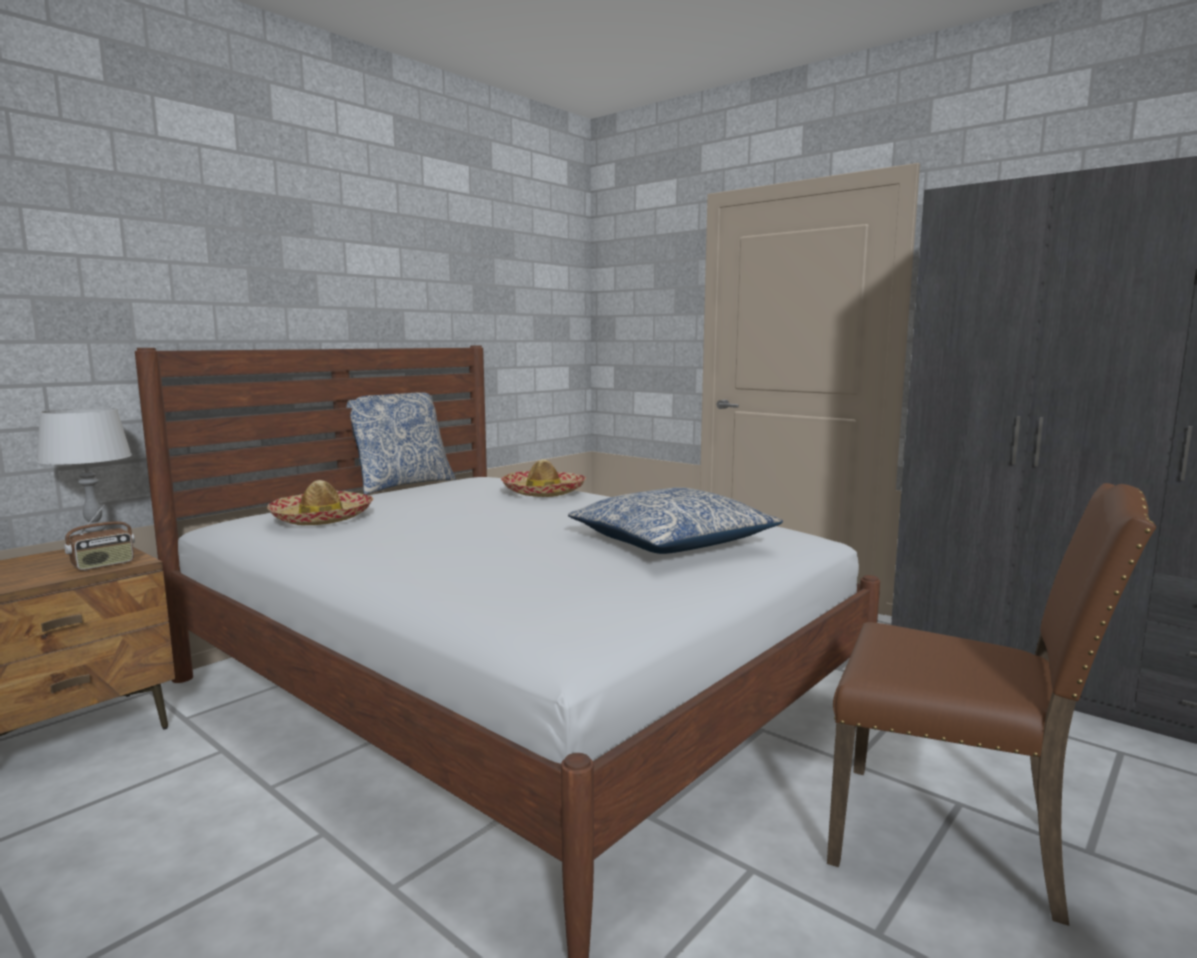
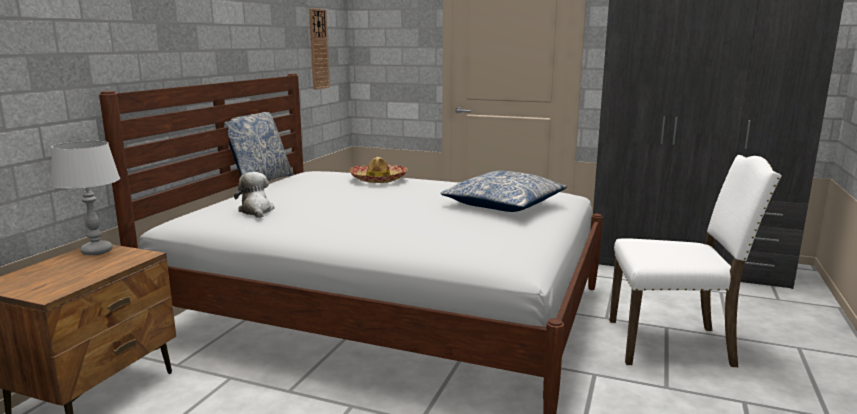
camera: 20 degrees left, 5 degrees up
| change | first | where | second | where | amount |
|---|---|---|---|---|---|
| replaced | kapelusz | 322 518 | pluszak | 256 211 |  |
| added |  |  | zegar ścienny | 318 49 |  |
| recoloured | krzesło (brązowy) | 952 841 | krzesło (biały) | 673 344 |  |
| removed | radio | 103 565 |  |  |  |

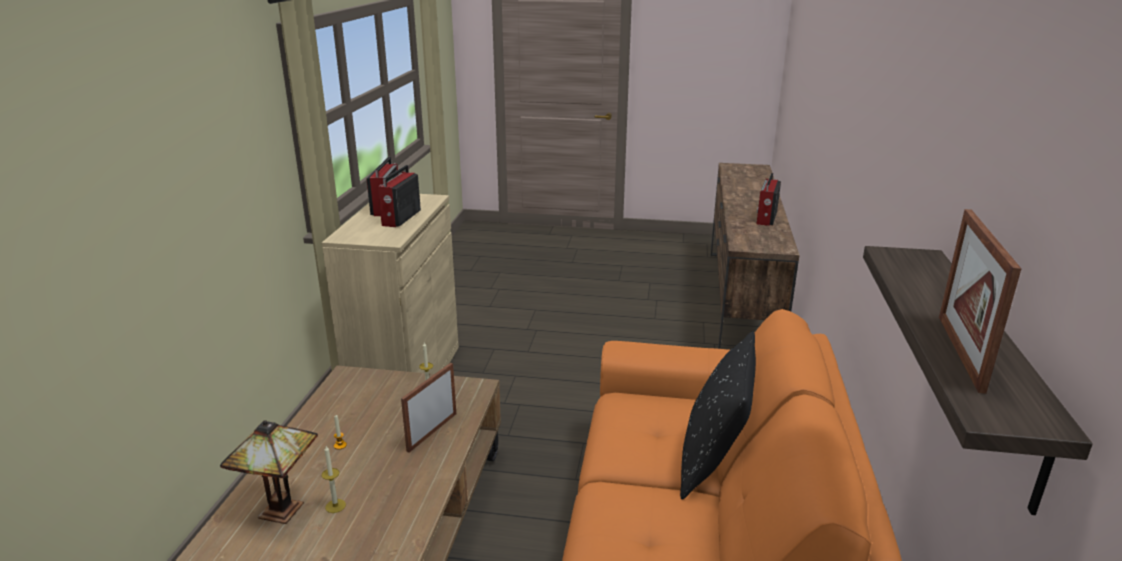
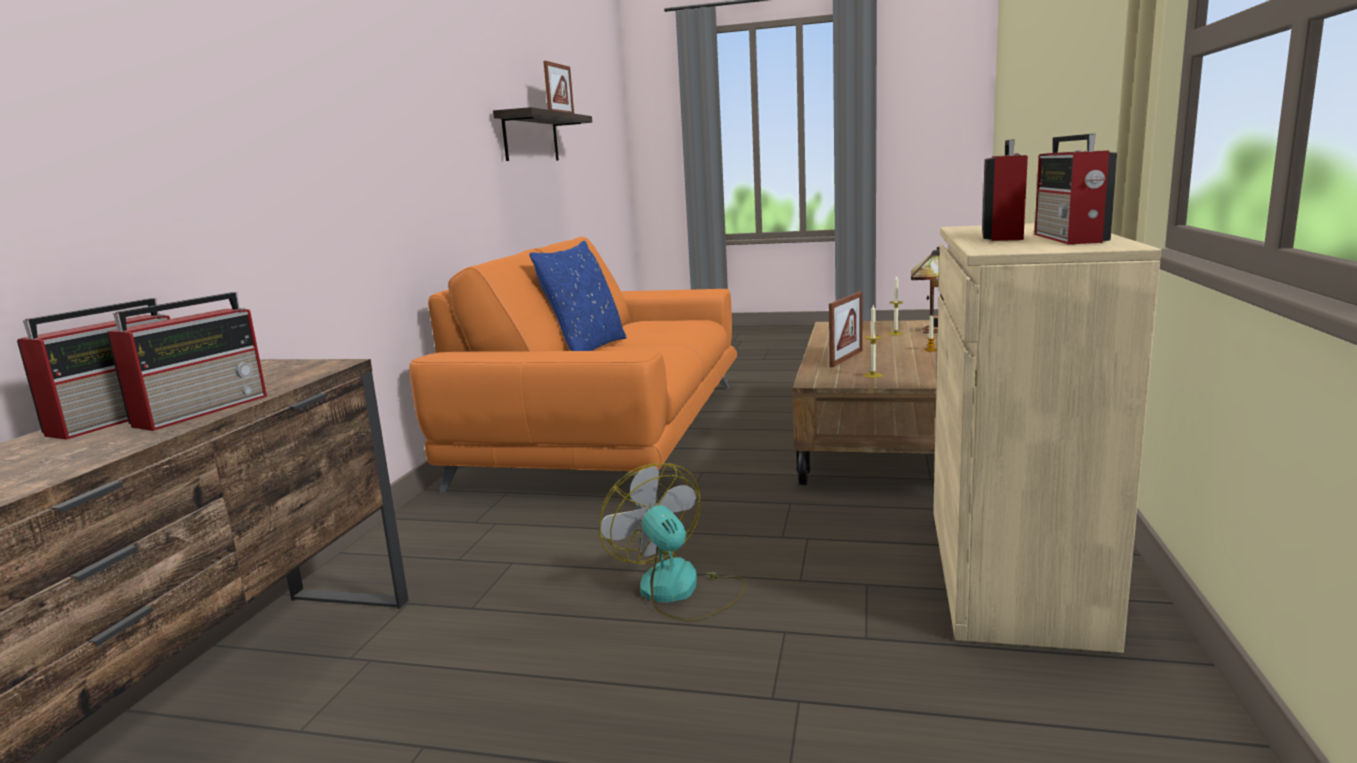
camera: 175 degrees left, 10 degrees down
| change | first | where | second | where | amount |
|---|---|---|---|---|---|
| added |  |  | radio | 204 410 |  |
| recoloured | poduszka (czarny) | 713 462 | poduszka (niebieski) | 585 349 |  |
| added |  |  | wentylator | 679 591 |  |

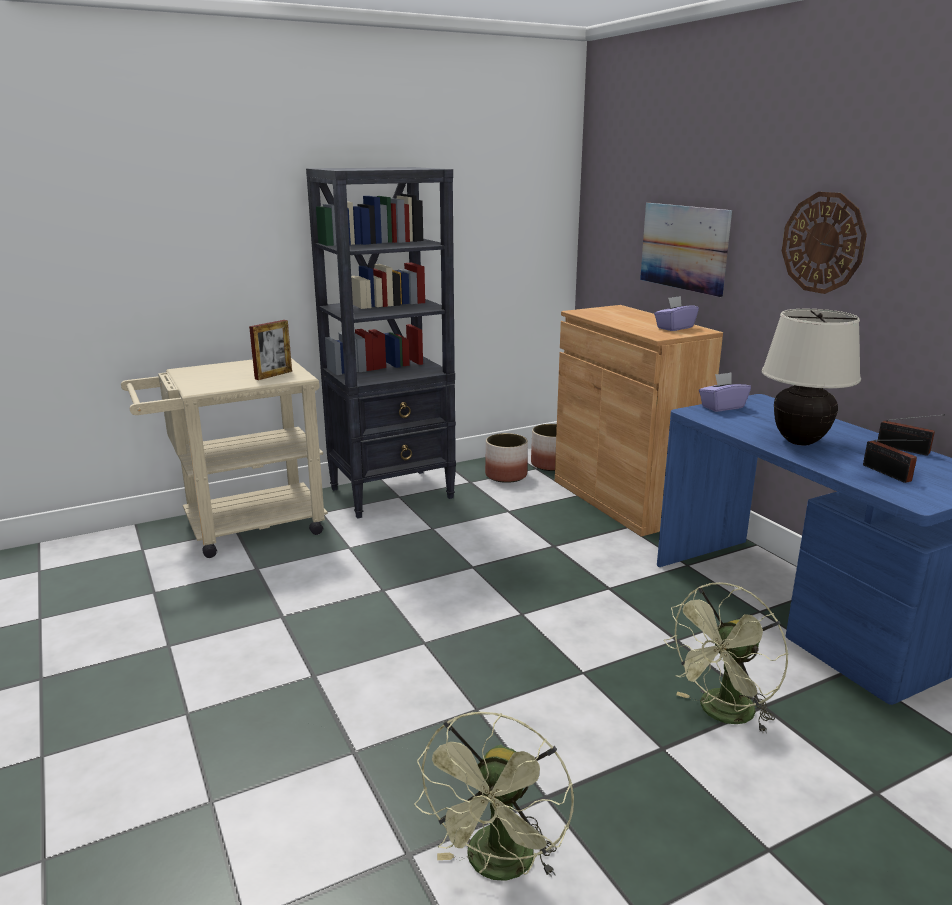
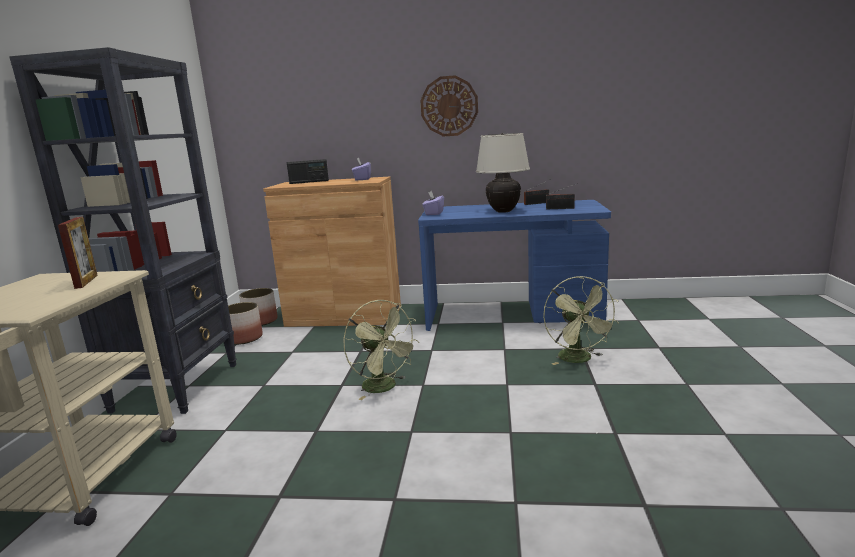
camera: 55 degrees left, 5 degrees down
| change | first | where | second | where | amount |
|---|---|---|---|---|---|
| added |  |  | radio | 309 182 |  |
| moved | wentylator (zielony) | 498 867 |  | 384 388 |  |
| removed | obraz | 683 247 |  |  |  |

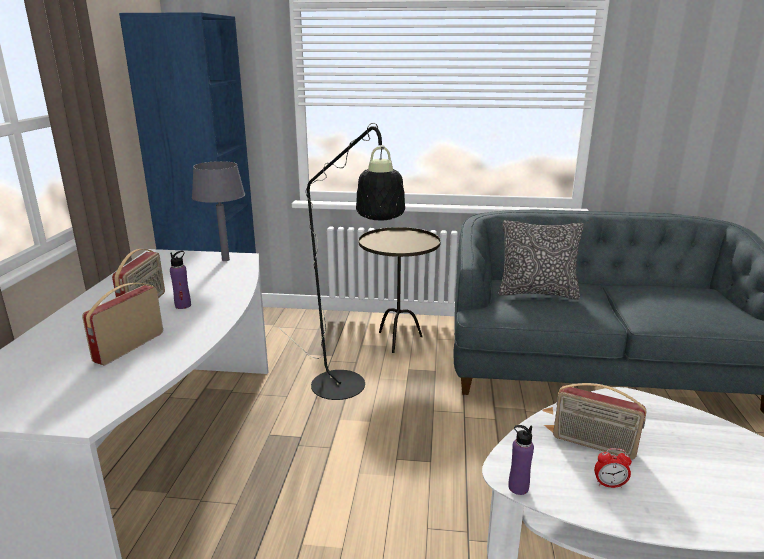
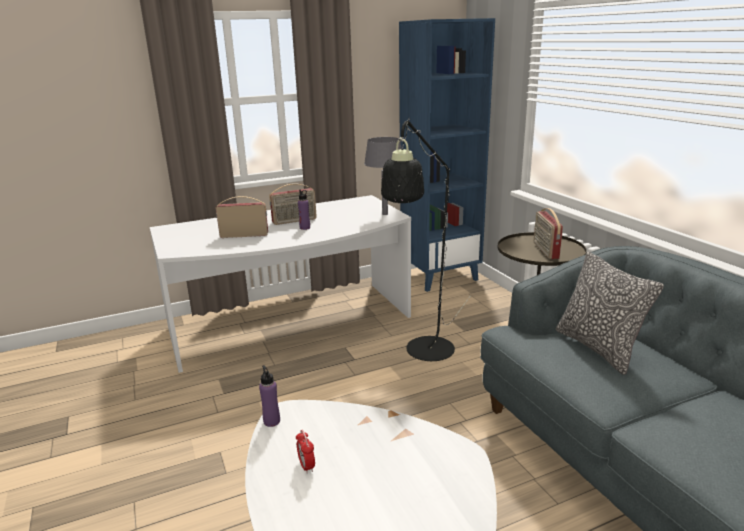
camera: 60 degrees right, 0 degrees up
| change | first | where | second | where | amount |
|---|---|---|---|---|---|
| moved | radio | 593 445 |  | 545 250 |  |

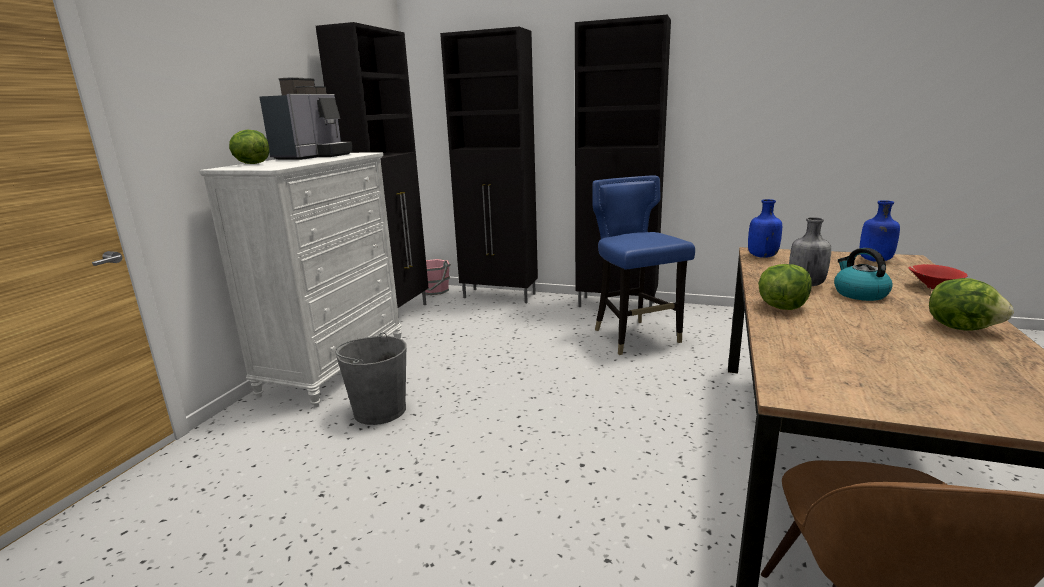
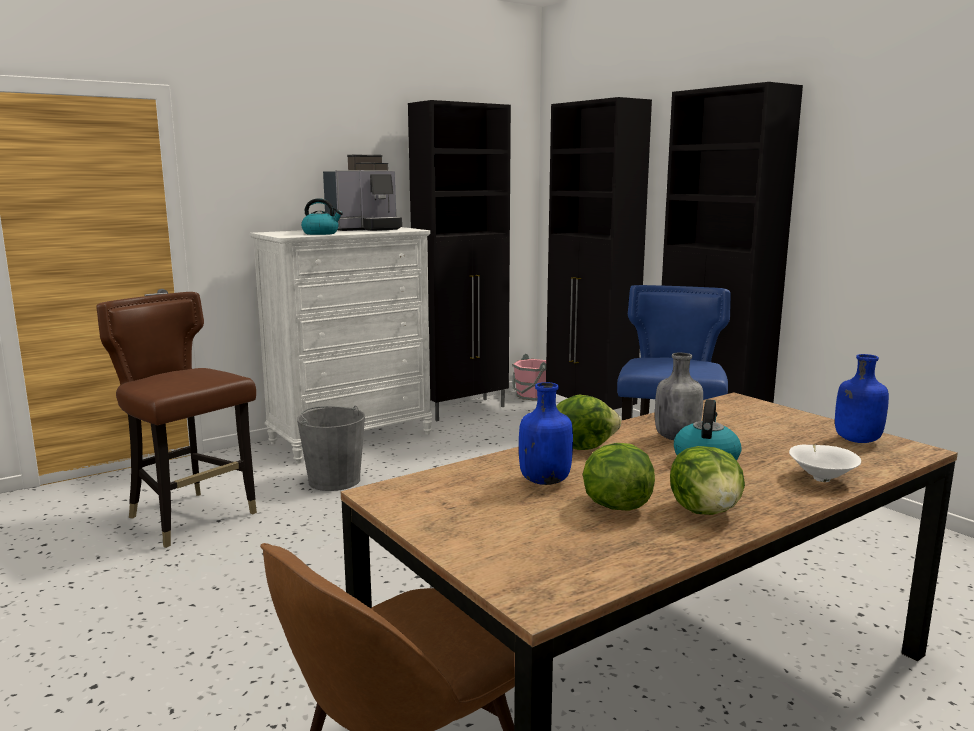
camera: 35 degrees right, 5 degrees down
| change | first | where | second | where | amount |
|---|---|---|---|---|---|
| added |  |  | krzesło (brązowy) | 191 518 |  |
| added |  |  | czajnik | 321 233 |  |
| moved | butelka (niebieski) | 761 256 |  | 545 480 |  |
| moved | sałata | 251 164 |  | 615 506 |  |
| recoloured | miska (czerwony) | 932 287 | miska (biały) | 821 478 |  |

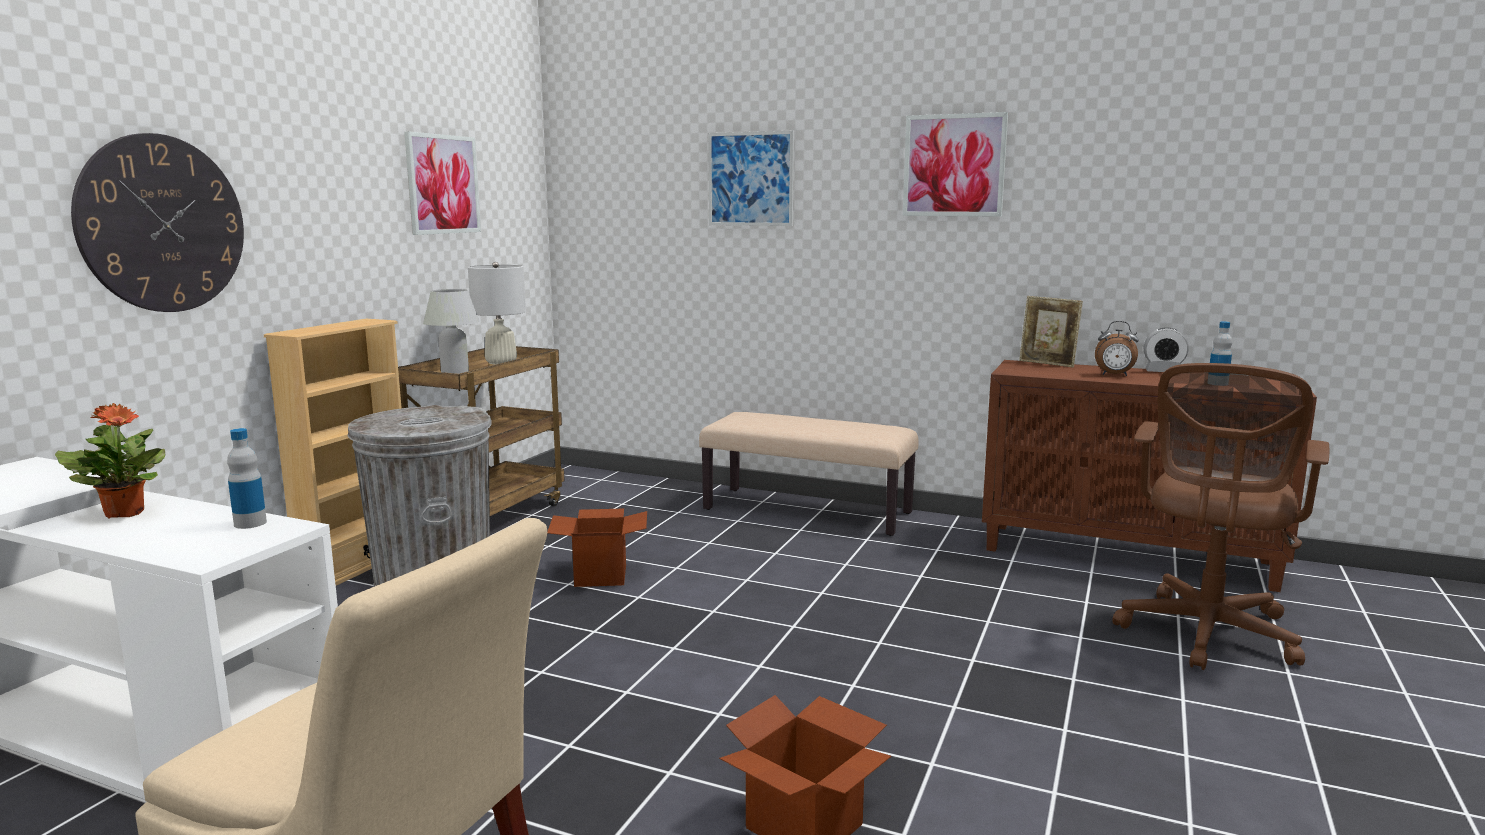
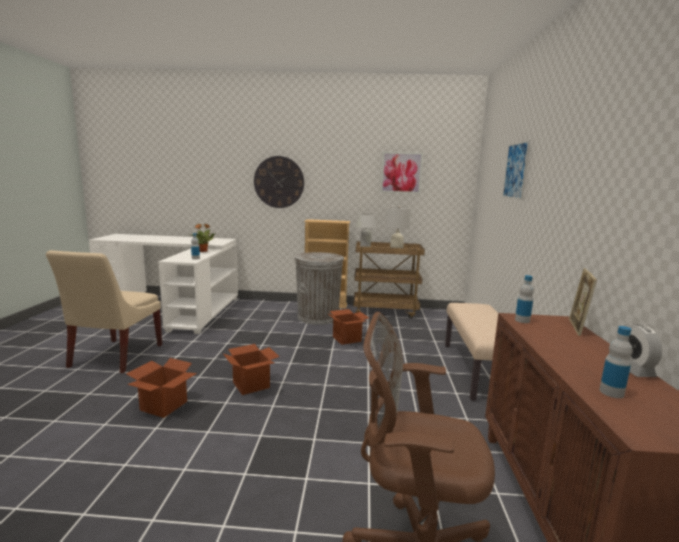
camera: 70 degrees right, 0 degrees up
| change | first | where | second | where | amount |
|---|---|---|---|---|---|
| added |  |  | karton | 251 385 |  |
| added |  |  | butelka | 522 320 |  |
| removed | obraz | 954 165 |  |  |  |
| removed | budzik | 1114 375 |  |  |  |

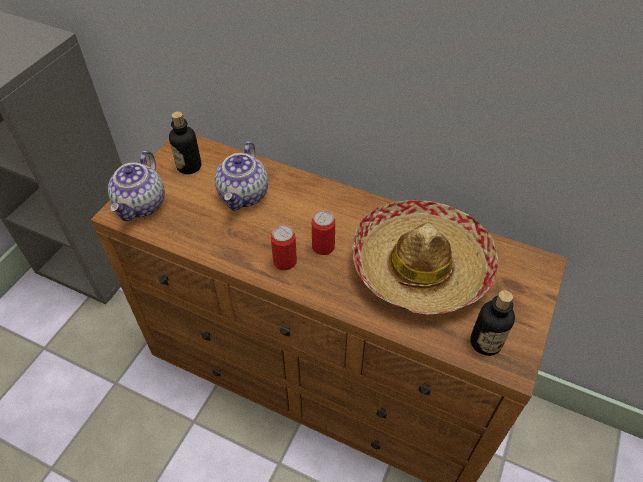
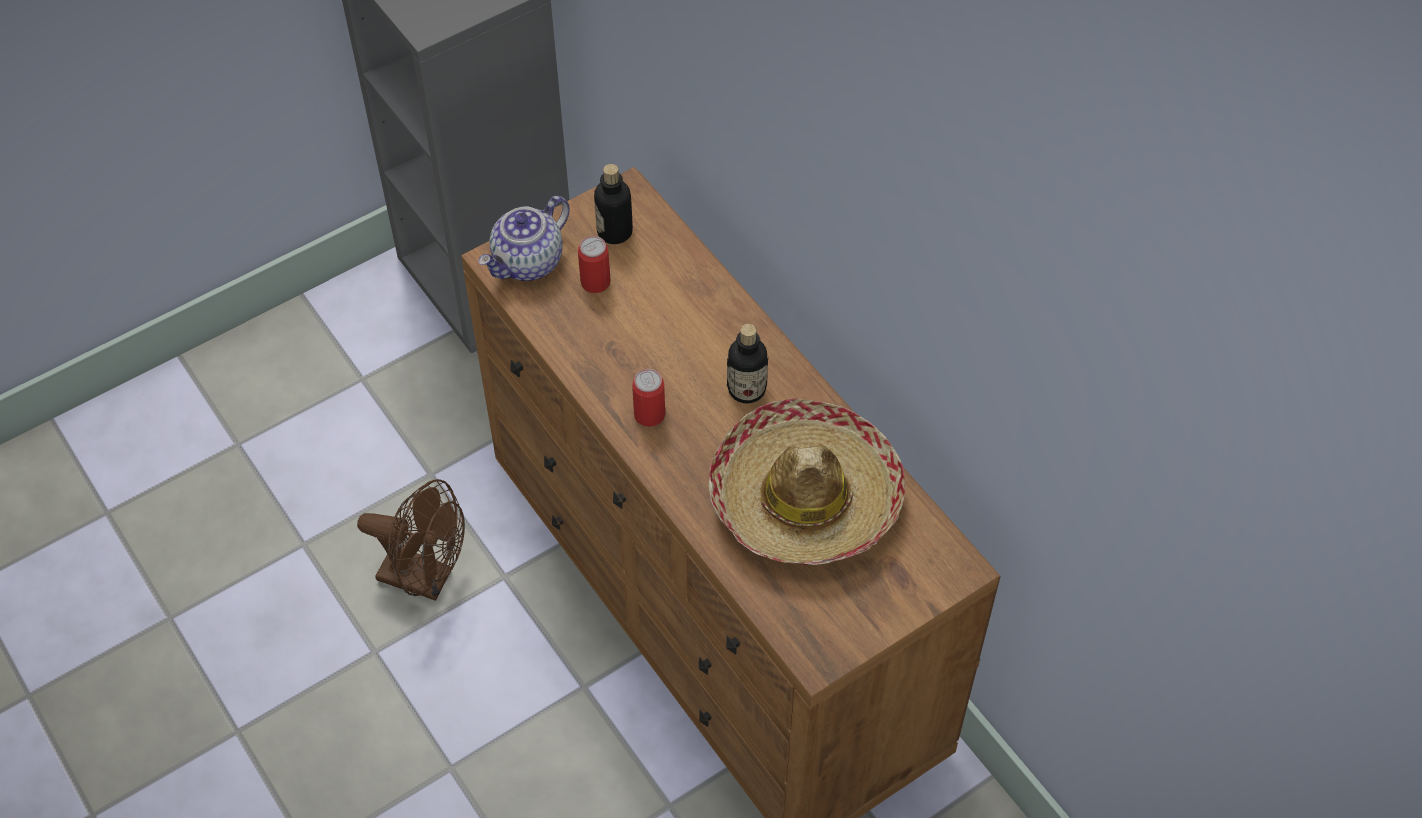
camera: 30 degrees right, 5 degrees up
| change | first | where | second | where | amount |
|---|---|---|---|---|---|
| added |  |  | wentylator (brązowy) | 426 578 |  |
| moved | puszka | 323 247 |  | 595 282 |  |
| moved | butelka | 485 342 |  | 746 389 |  |
| removed | imbryk | 244 195 |  |  |  |

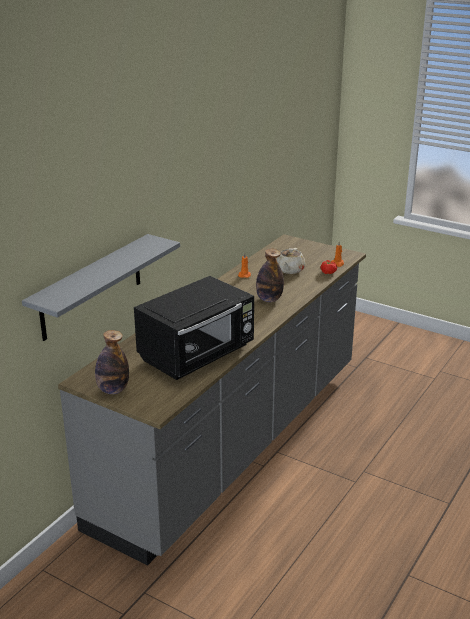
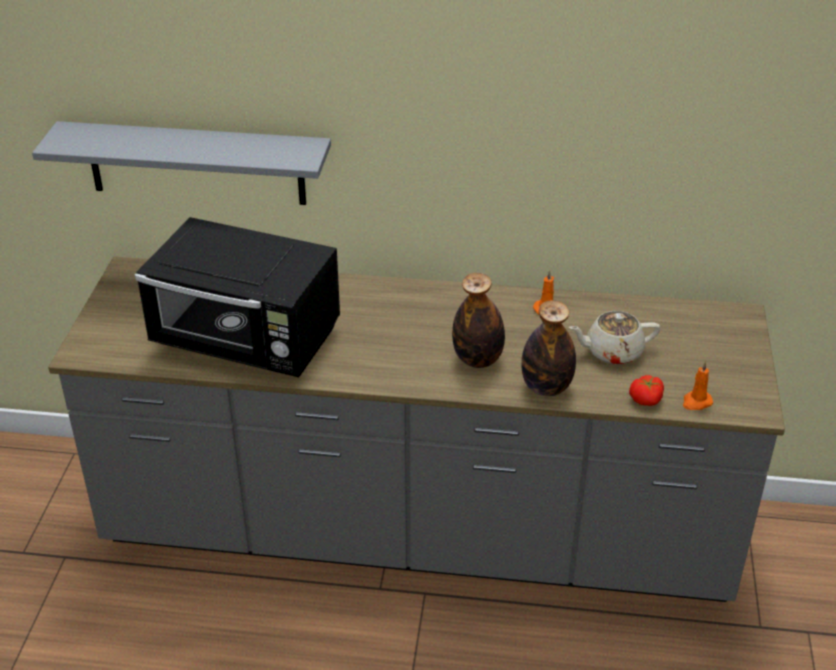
camera: 65 degrees right, 10 degrees up
| change | first | where | second | where | amount |
|---|---|---|---|---|---|
| moved | butelka | 113 390 |  | 546 388 |  |

